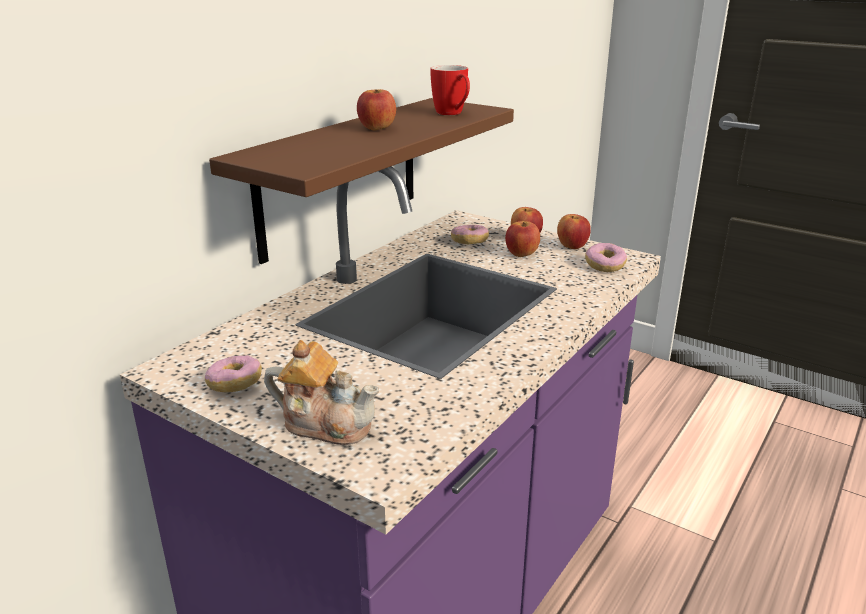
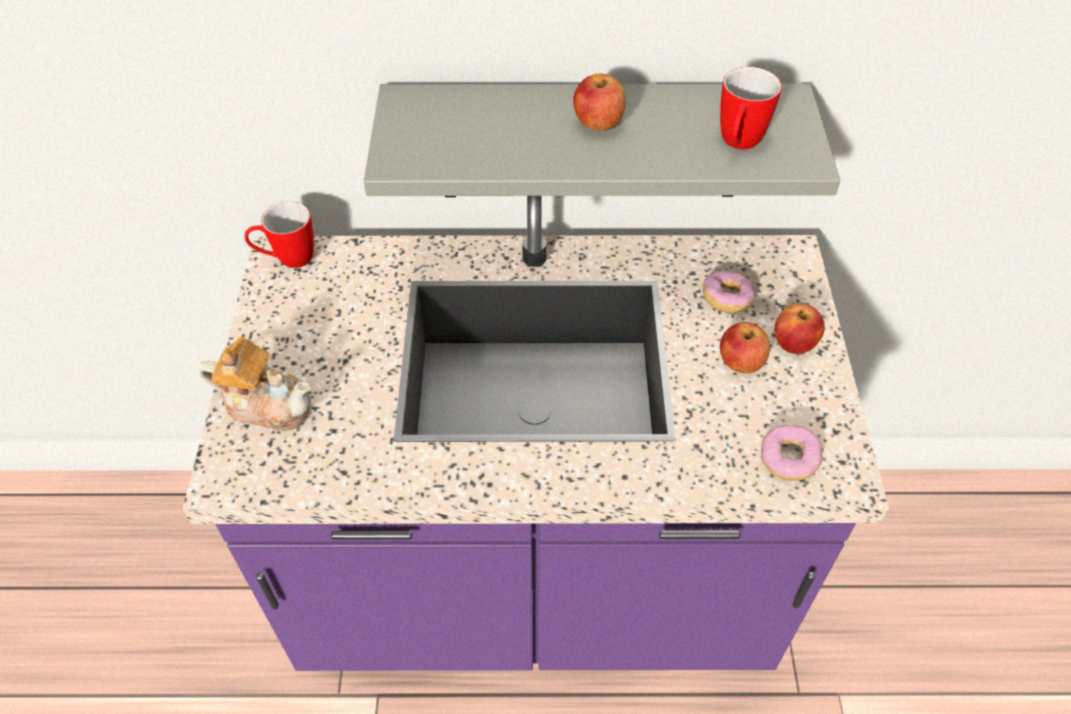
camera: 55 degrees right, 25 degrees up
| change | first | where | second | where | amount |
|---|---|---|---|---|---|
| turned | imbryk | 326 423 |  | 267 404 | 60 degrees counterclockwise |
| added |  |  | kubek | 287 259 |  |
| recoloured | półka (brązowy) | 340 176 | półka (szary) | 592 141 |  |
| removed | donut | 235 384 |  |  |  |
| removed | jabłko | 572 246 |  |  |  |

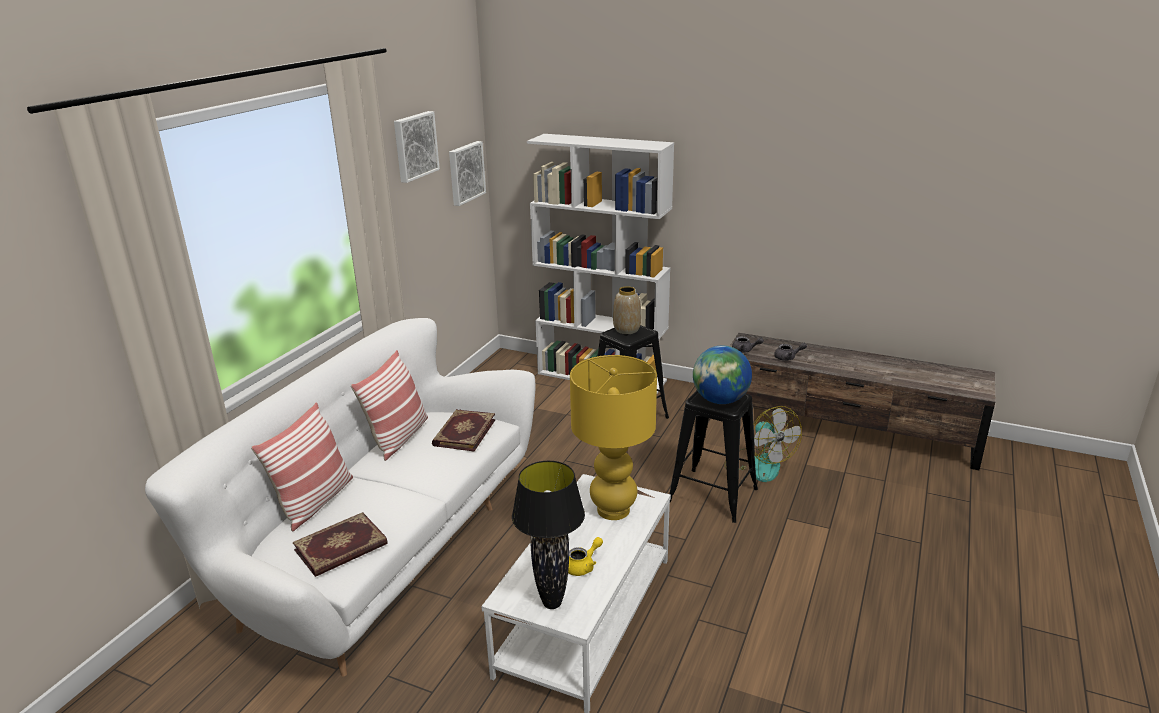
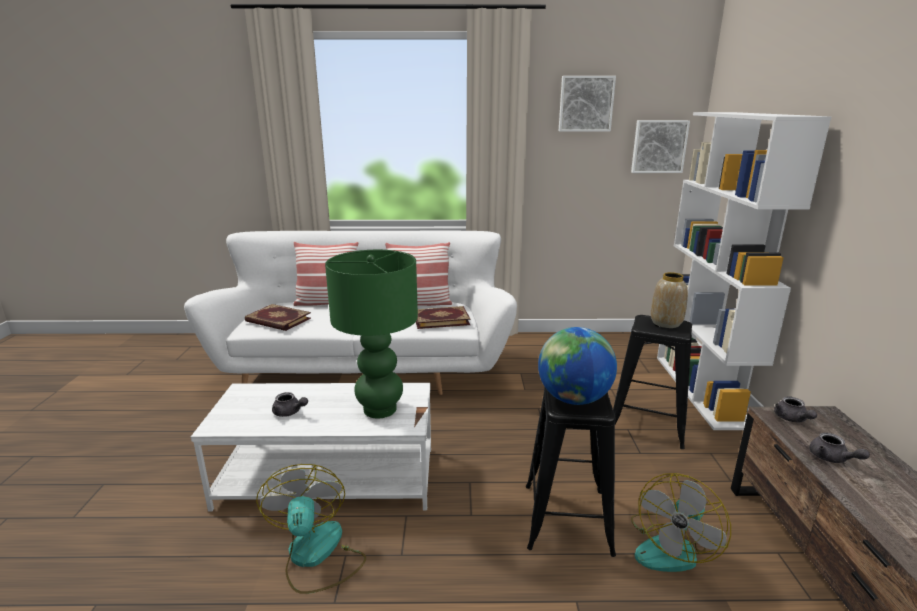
camera: 65 degrees right, 5 degrees down
| change | first | where | second | where | amount |
|---|---|---|---|---|---|
| added |  |  | wentylator | 316 556 |  |
| recoloured | imbryk (żółty) | 583 566 | imbryk (szary) | 289 413 |  |
| recoloured | lampa stołowa (żółty) | 612 510 | lampa stołowa (zielony) | 379 409 |  |
| removed | lampa stołowa (czarny) | 551 603 |  |  |  |

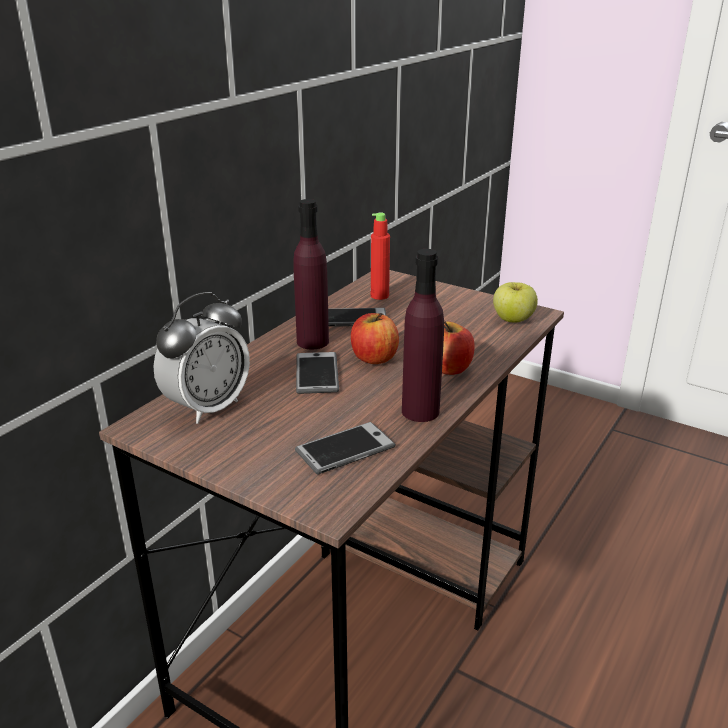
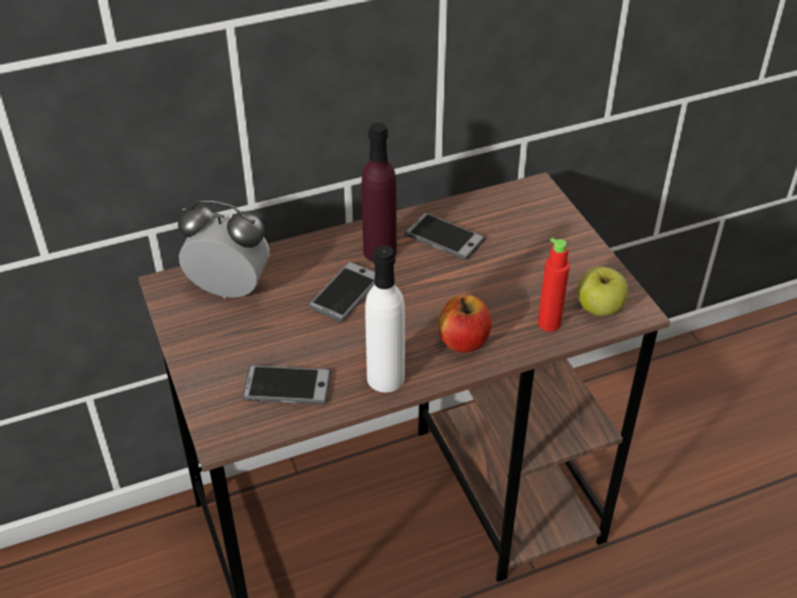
camera: 35 degrees right, 15 degrees up
| change | first | where | second | where | amount |
|---|---|---|---|---|---|
| turned | budzik | 207 407 |  | 229 289 | 150 degrees counterclockwise |
| recoloured | butelka (fioletowy) | 420 411 | butelka (biały) | 385 378 |  |
| moved | butelka (czerwony) | 379 296 |  | 549 323 |  |
| removed | jabłko | 374 358 |  |  |  |

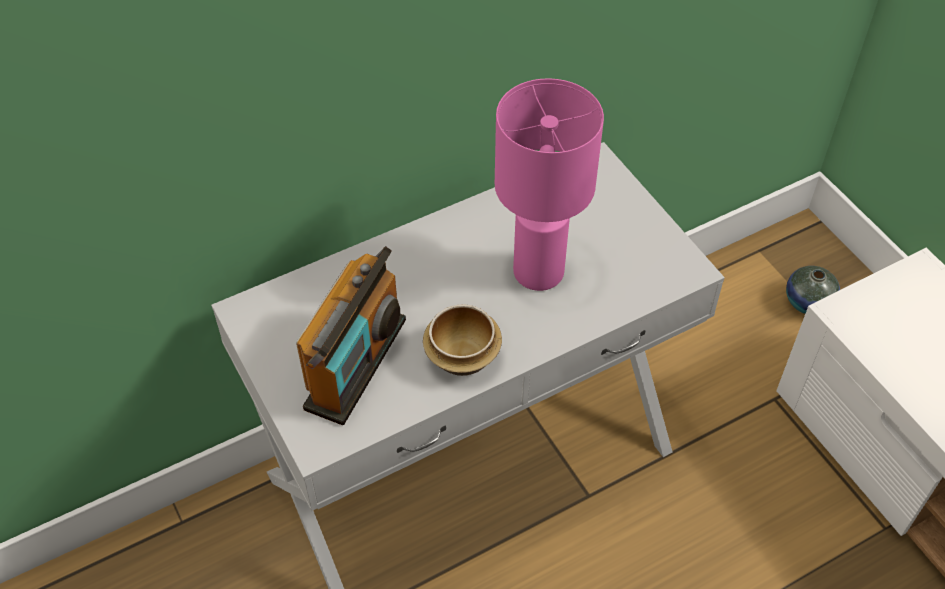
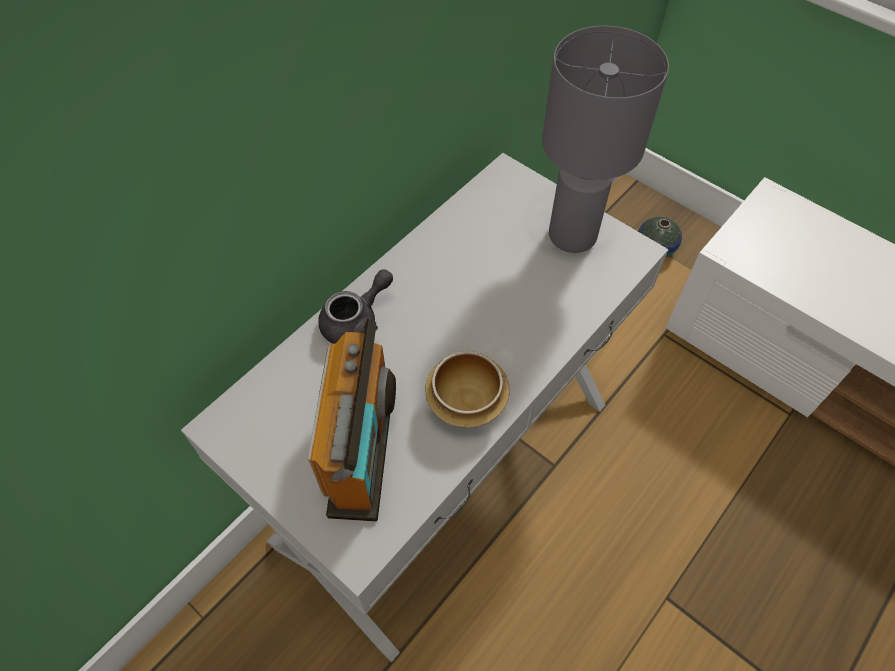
camera: 20 degrees left, 5 degrees up
| change | first | where | second | where | amount |
|---|---|---|---|---|---|
| added |  |  | imbryk (szary) | 357 321 |  |
| added |  |  | lampa stołowa (szary) | 571 236 |  |
| removed | lampa stołowa (różowy) | 537 271 |  |  |  |

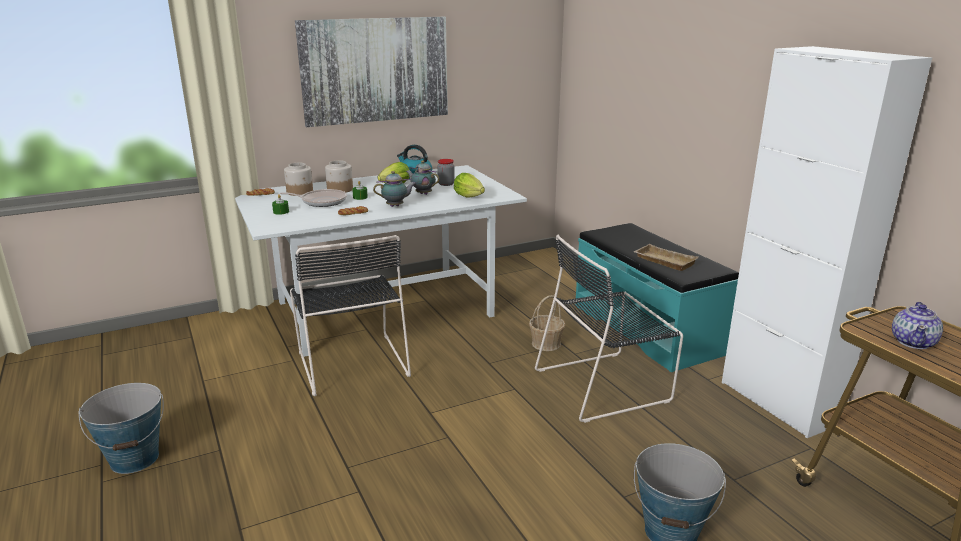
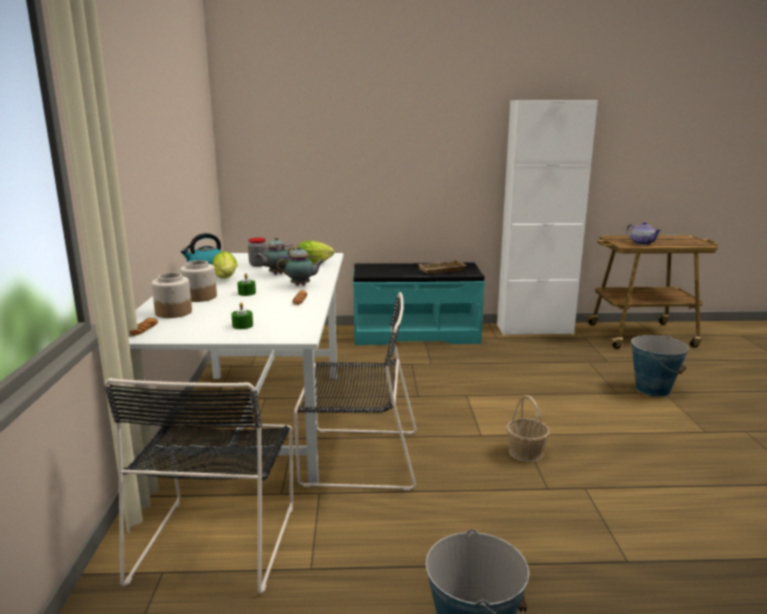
camera: 65 degrees left, 5 degrees down
| change | first | where | second | where | amount |
|---|---|---|---|---|---|
| moved | krzesło (czarny) | 605 384 |  | 217 538 |  |
| turned | imbryk | 396 206 |  | 302 285 | 75 degrees clockwise |
| moved | koszyk | 546 344 |  | 526 452 |  |
| removed | patelnia | 321 201 |  |  |  |
| removed | obraz | 375 70 |  |  |  |

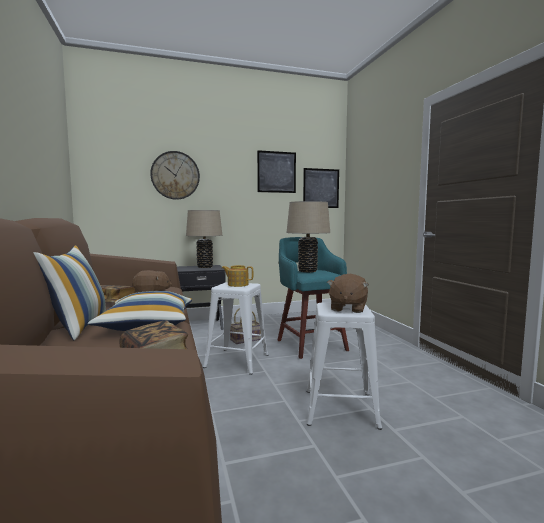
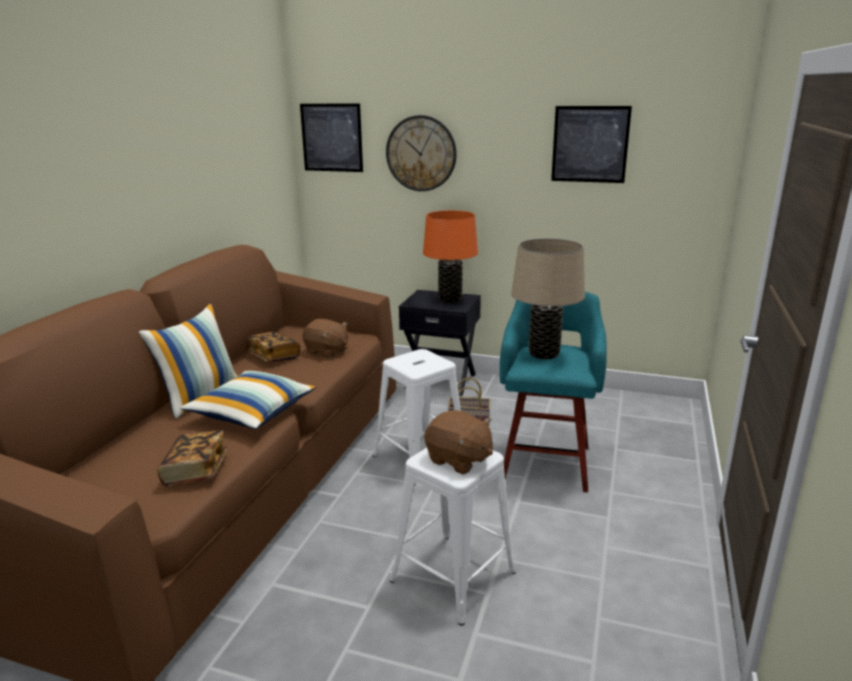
camera: 35 degrees right, 15 degrees up
| change | first | where | second | where | amount |
|---|---|---|---|---|---|
| moved | obraz | 321 188 |  | 332 137 |  |
| recoloured | lampa stołowa (beżowy) | 205 267 | lampa stołowa (pomarańczowy) | 450 299 |  |
| turned | pluszak (brązowy) | 347 308 |  | 459 460 | 105 degrees counterclockwise |
| removed | imbryk | 237 284 |  |  |  |

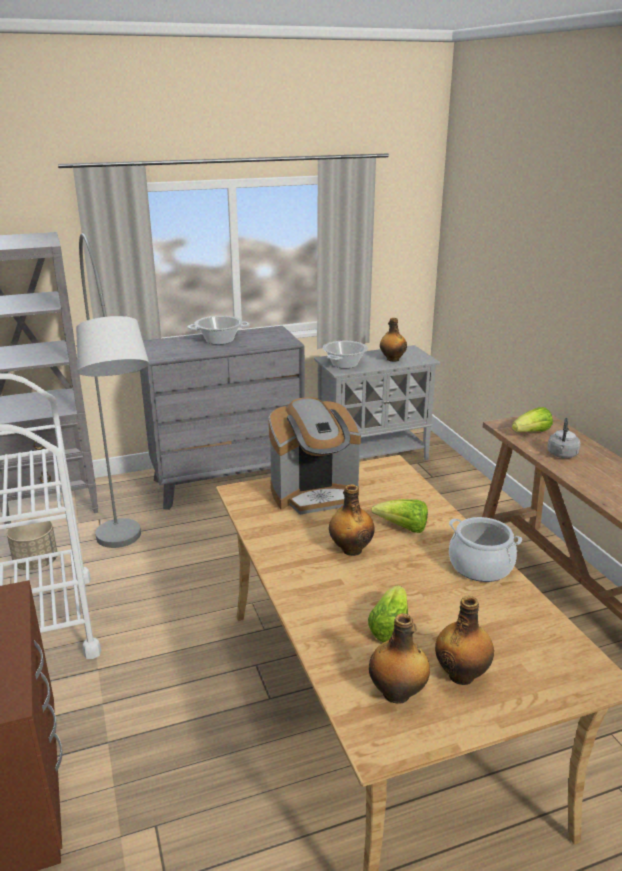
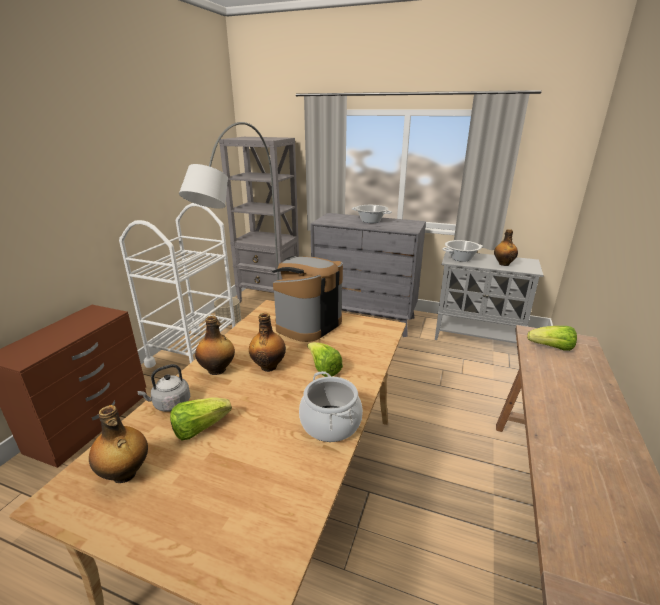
camera: 40 degrees right, 0 degrees up
| change | first | where | second | where | amount |
|---|---|---|---|---|---|
| moved | czajnik (szary) | 562 455 |  | 170 404 |  |
| moved | butelka | 462 674 |  | 218 370 |  |
| turned | ekspres do kawy | 314 494 |  | 308 324 | 105 degrees clockwise |

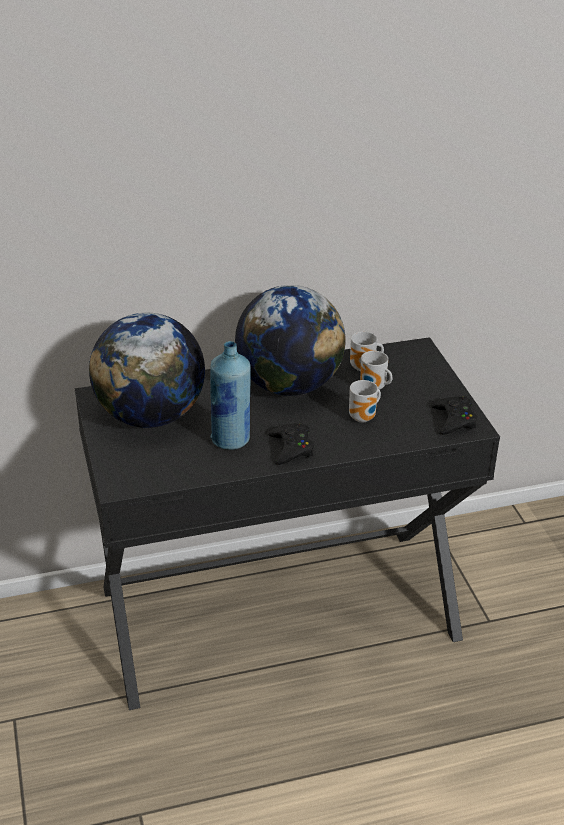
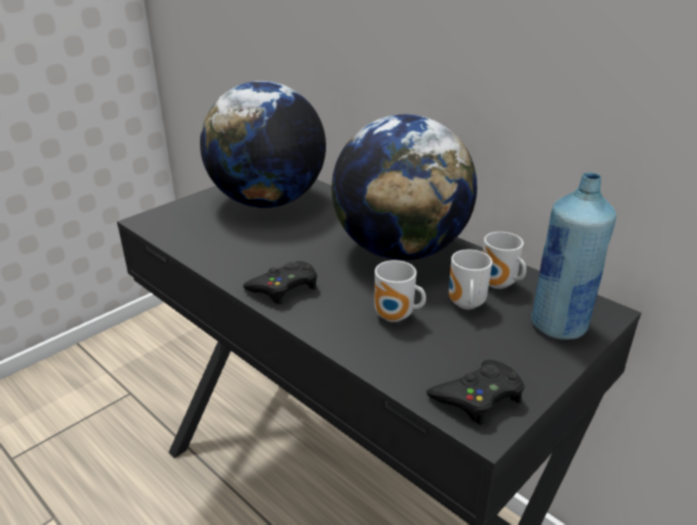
camera: 60 degrees right, 5 degrees down
| change | first | where | second | where | amount |
|---|---|---|---|---|---|
| moved | butelka (niebieski) | 231 440 |  | 558 326 |  |

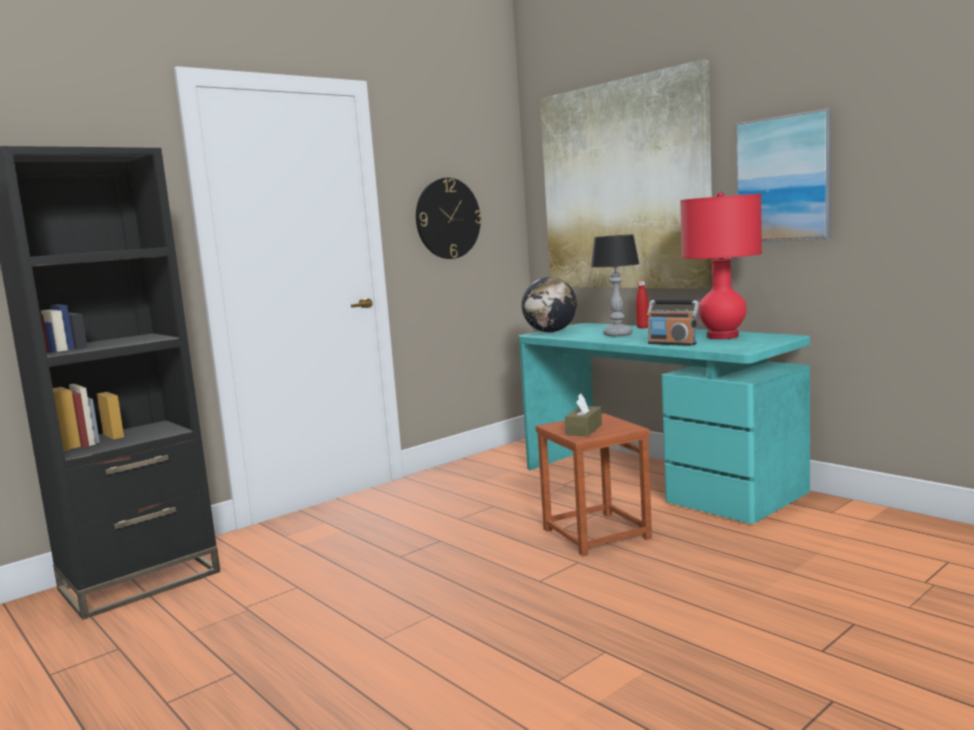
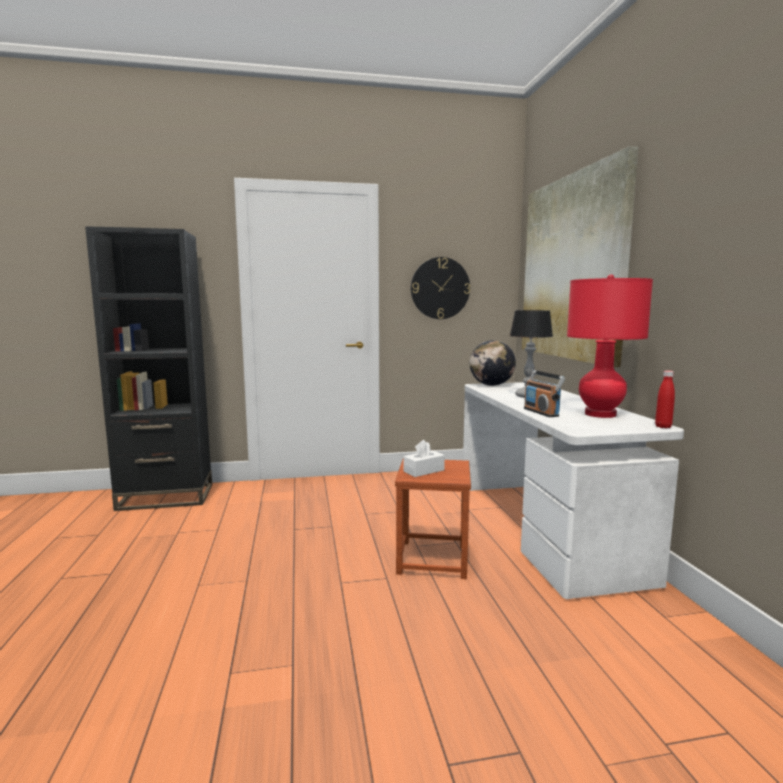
camera: 30 degrees right, 0 degrees up
| change | first | where | second | where | amount |
|---|---|---|---|---|---|
| recoloured | pudełko chusteczek (brązowy) | 584 430 | pudełko chusteczek (biały) | 424 471 |  |
| recoloured | biurko (turkusowy) | 656 480 | biurko (biały) | 543 528 |  |
| moved | butelka (czerwony) | 643 327 |  | 663 426 |  |
| removed | obraz | 784 179 |  |  |  |

